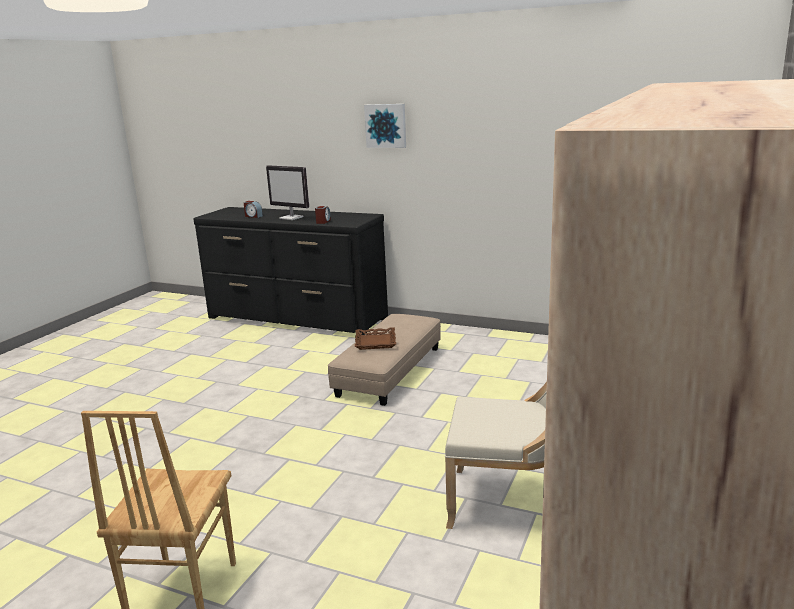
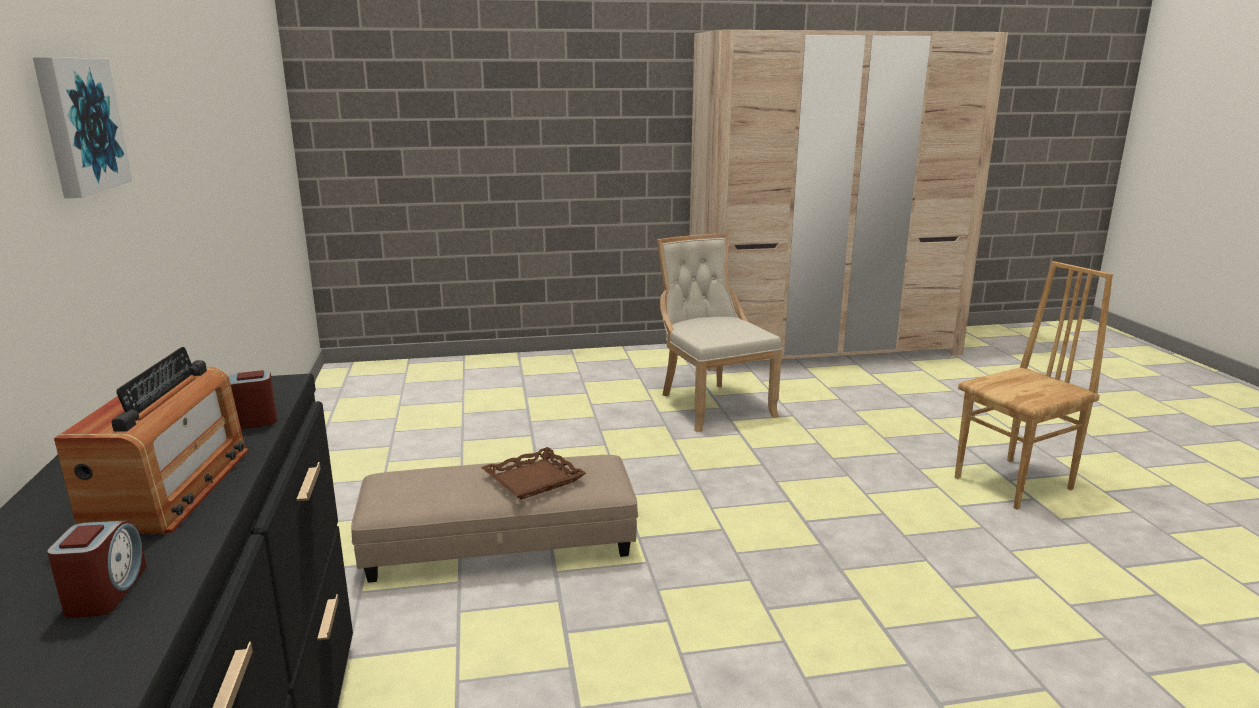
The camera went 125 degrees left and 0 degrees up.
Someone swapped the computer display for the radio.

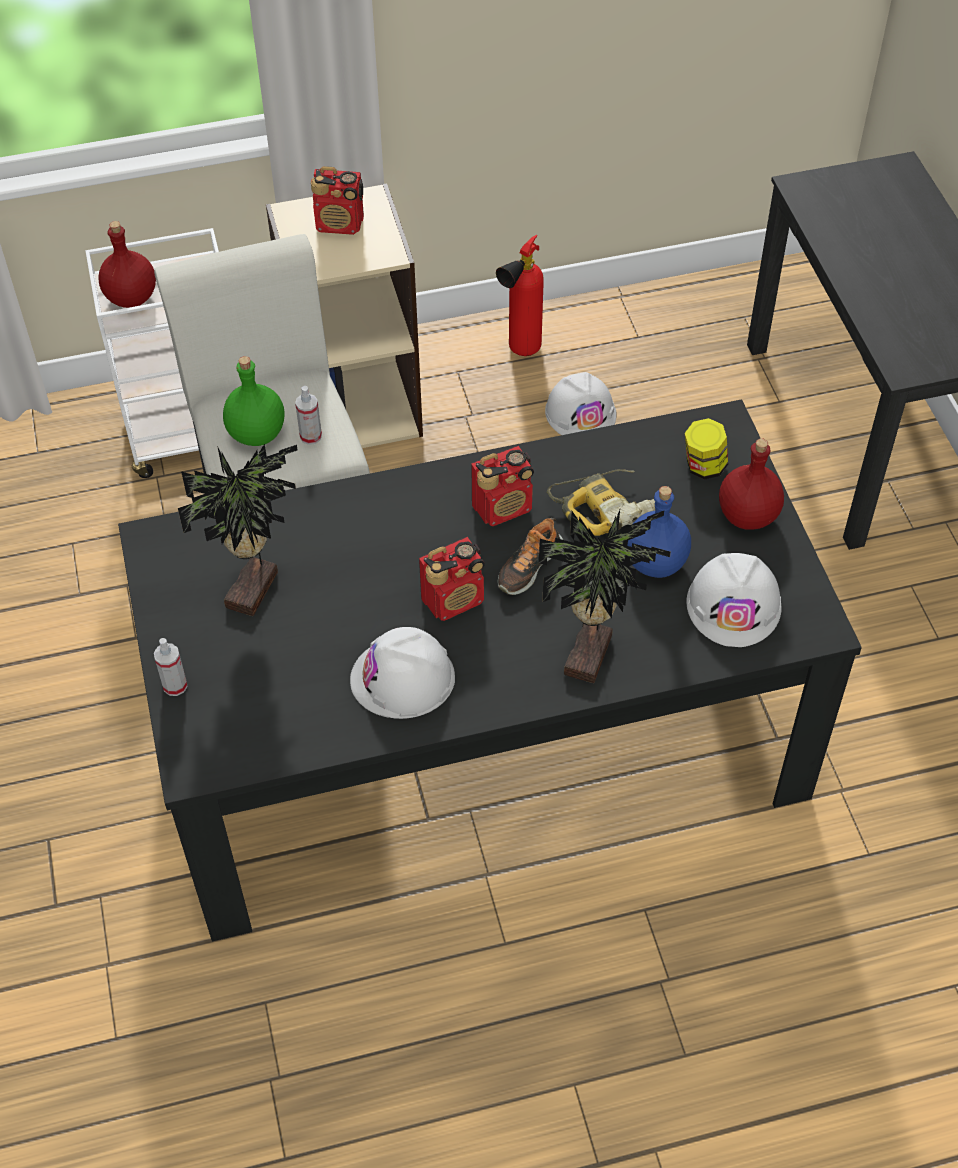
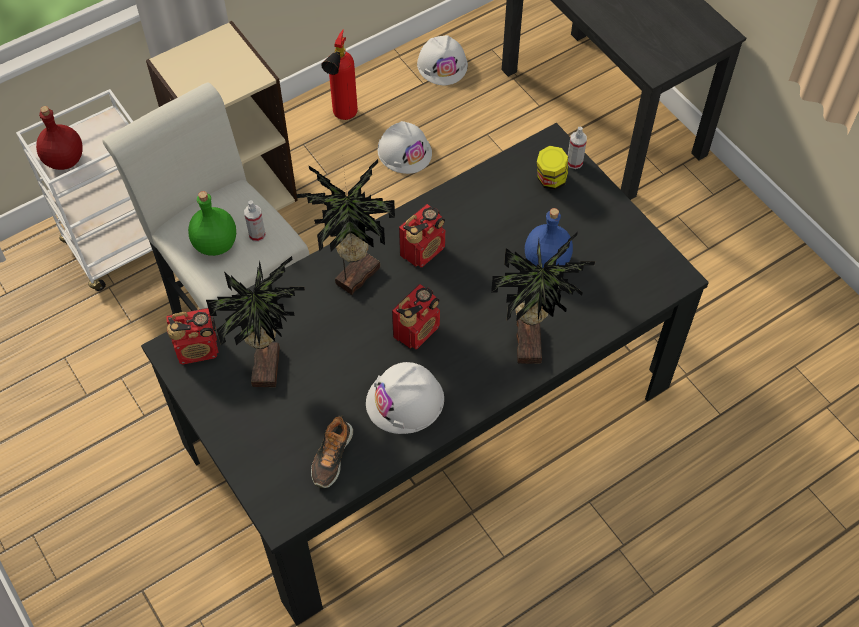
The camera went 20 degrees left and 5 degrees up.
Someone took away the drill.
Someone took away the drink bottle (reddish) (2nd from left).
Someone put down the plant in a pot (2nd from left).
Someone carried the sprayer (1st from left in the first image).
Someone carried the radio (1st from left).
Someone carried the low shoe.
Someone carried the work helmet (white-coloured) (3rd from left).

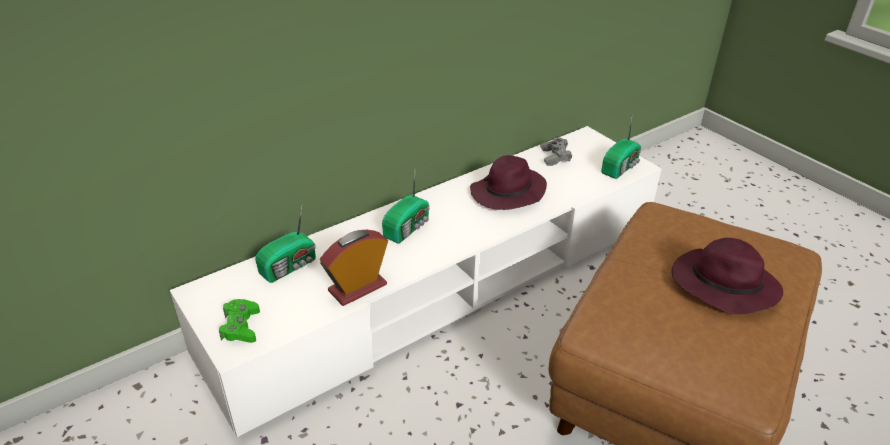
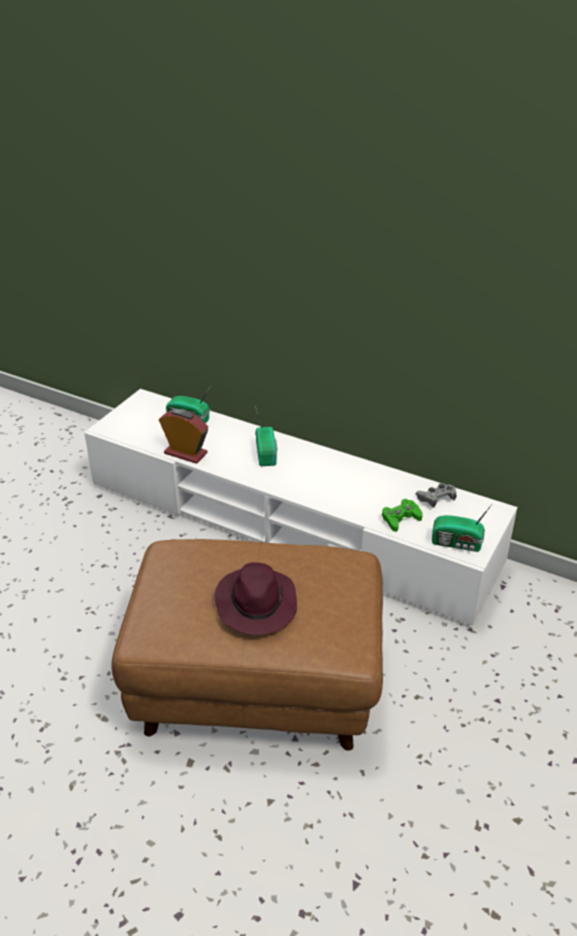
The camera went 65 degrees right and 0 degrees up.
Someone took away the wearable hat (purple-coloured) (1st from left).
Someone carried the gamepad (green-coloured).
Someone rotated the radio (2nd from left) by 105 degrees counterclockwise.

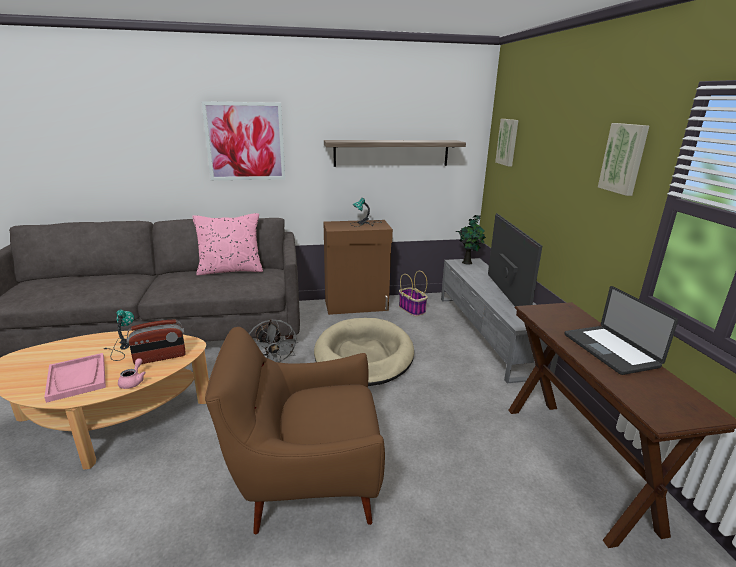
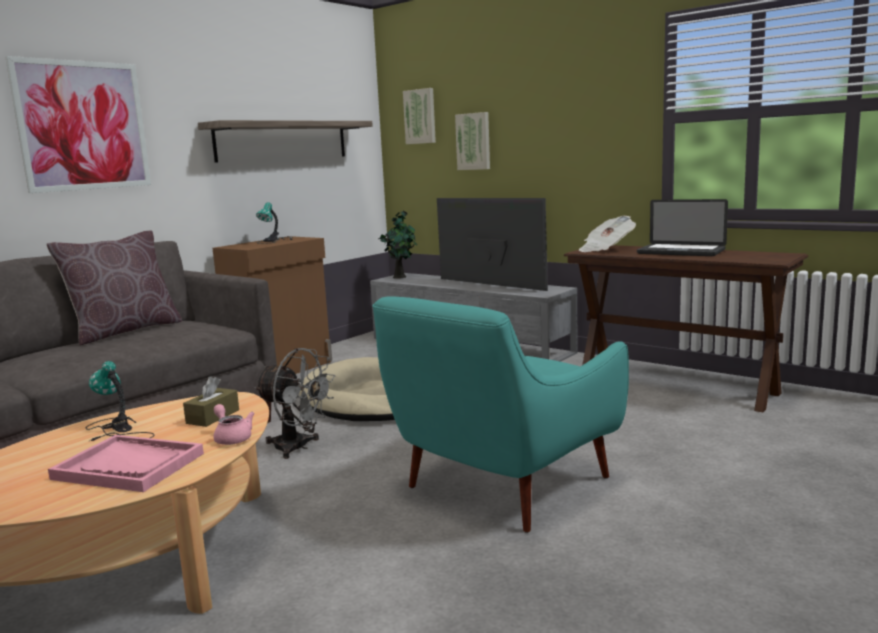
The camera went 40 degrees left and 10 degrees down.
Someone took away the storage basket.
Someone put down the printed paper.
Someone carried the wall art (3rd from left).
Someone swapped the radio for the tissue box (brown).
Someone repainted the cushion (pinkish), which became the cushion (brown).
Someone repainted the lounge chair (brown), which became the lounge chair (turquoise-coloured).

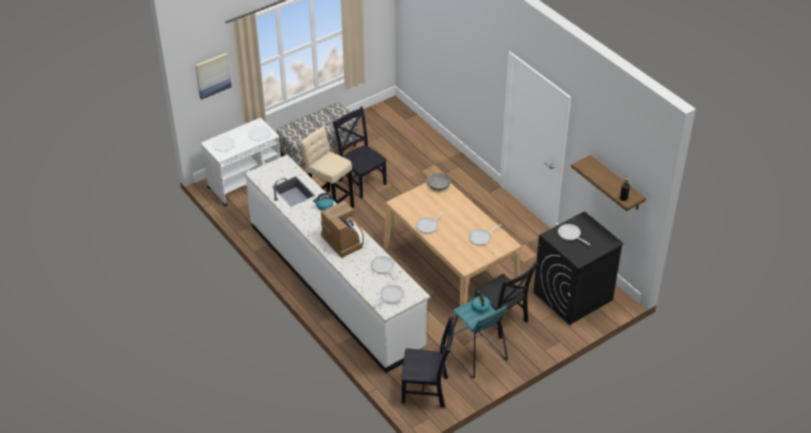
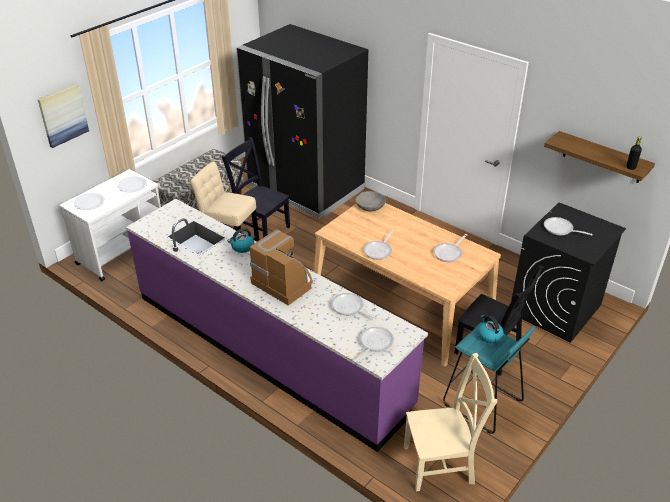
The camera went 15 degrees left and 5 degrees down.
Someone put down the kitchen fridge (black).
Someone repainted the kitchen base unit (white-coloured), which became the kitchen base unit (purple-coloured).
Someone repainted the plain chair (black) (2nd from left), which became the plain chair (beige).

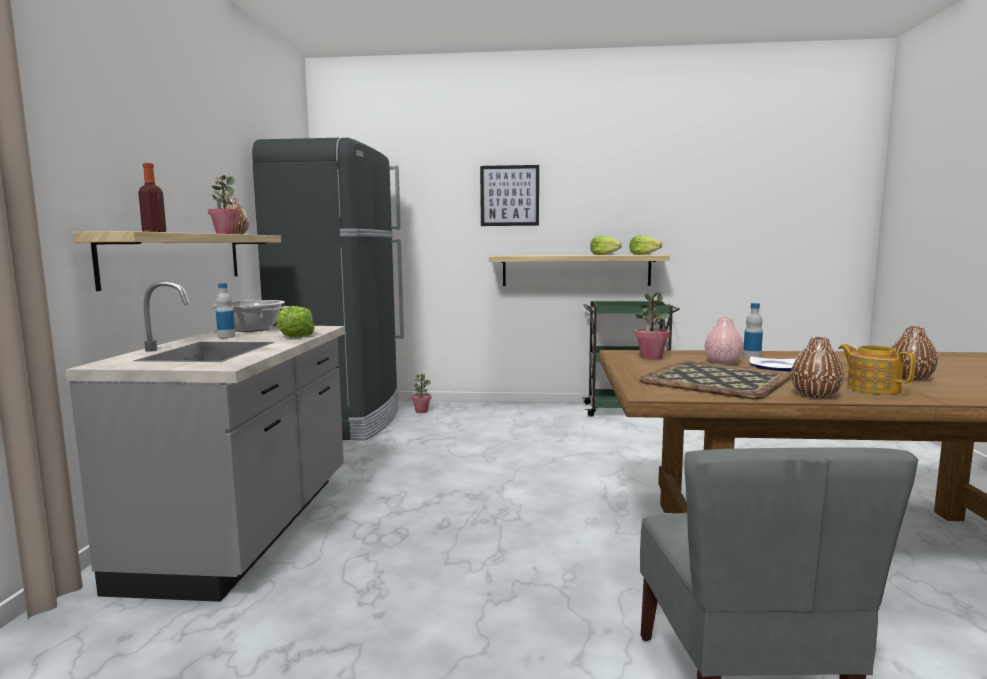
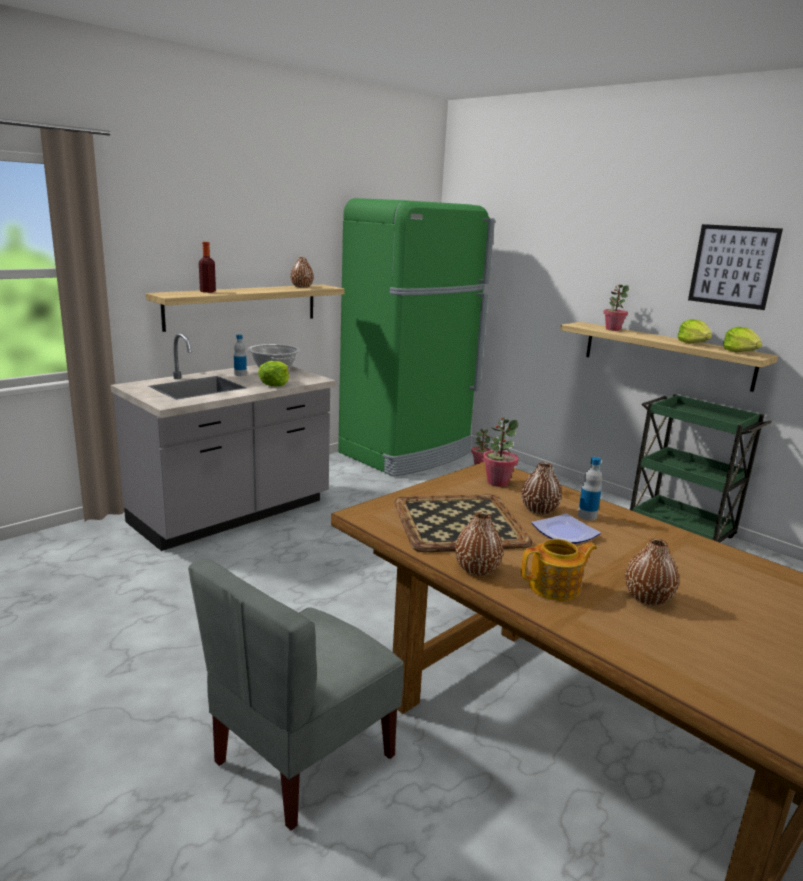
The camera went 40 degrees right and 10 degrees up.
Someone carried the plant in a pot (1st from left in the first image).
Someone carried the wall art.
Someone repainted the kitchen fridge (black), which became the kitchen fridge (green-coloured).
Someone repainted the decorative vase (pinkish), which became the decorative vase (brown) (3rd from left).
Someone rotated the teapot by 60 degrees clockwise.

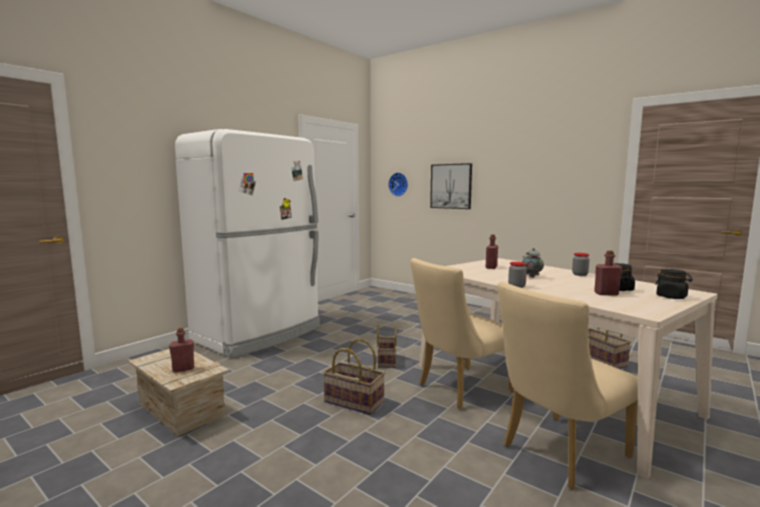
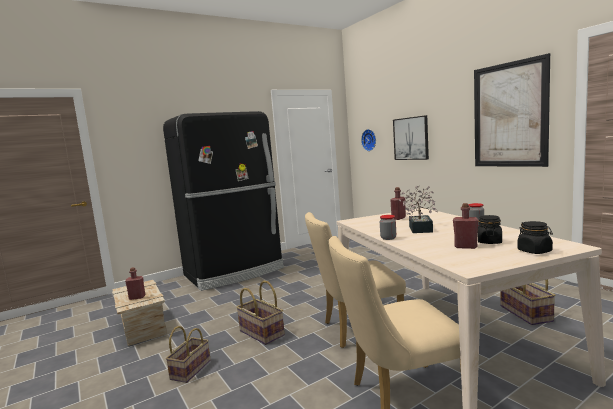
The camera went 20 degrees right and 0 degrees up.
Someone put up the wall art (2nd from left).
Someone carried the storage basket (2nd from left in the first image).
Someone swapped the teapot for the plant in a pot.
Someone repainted the kitchen fridge (white-coloured), which became the kitchen fridge (black).

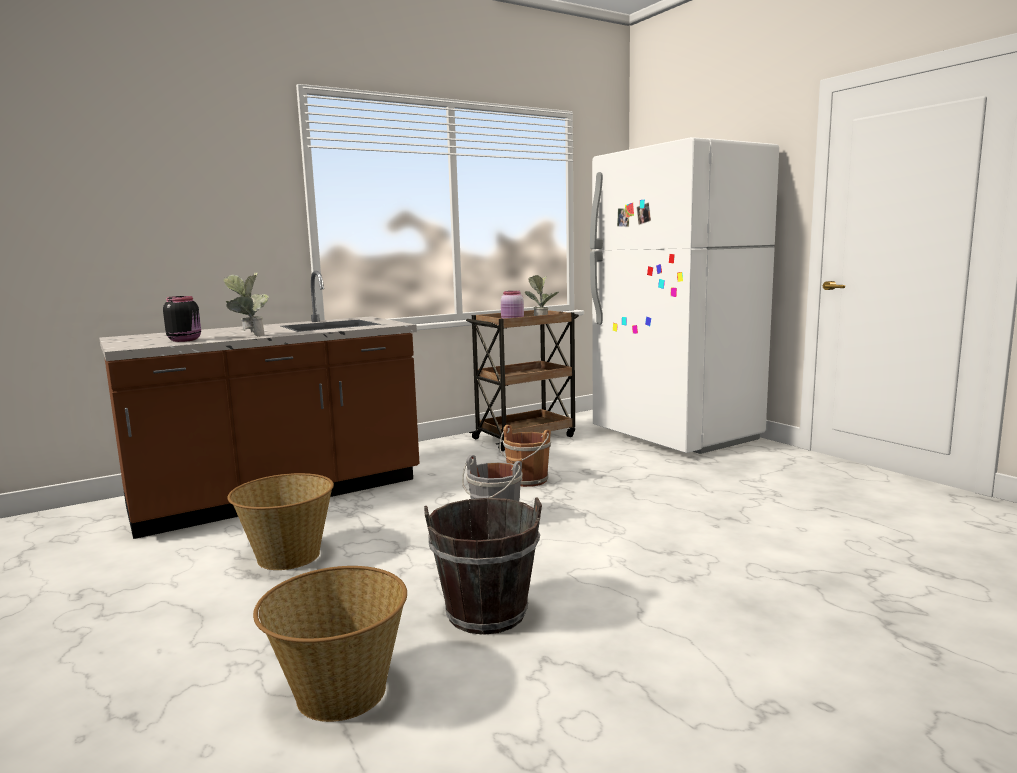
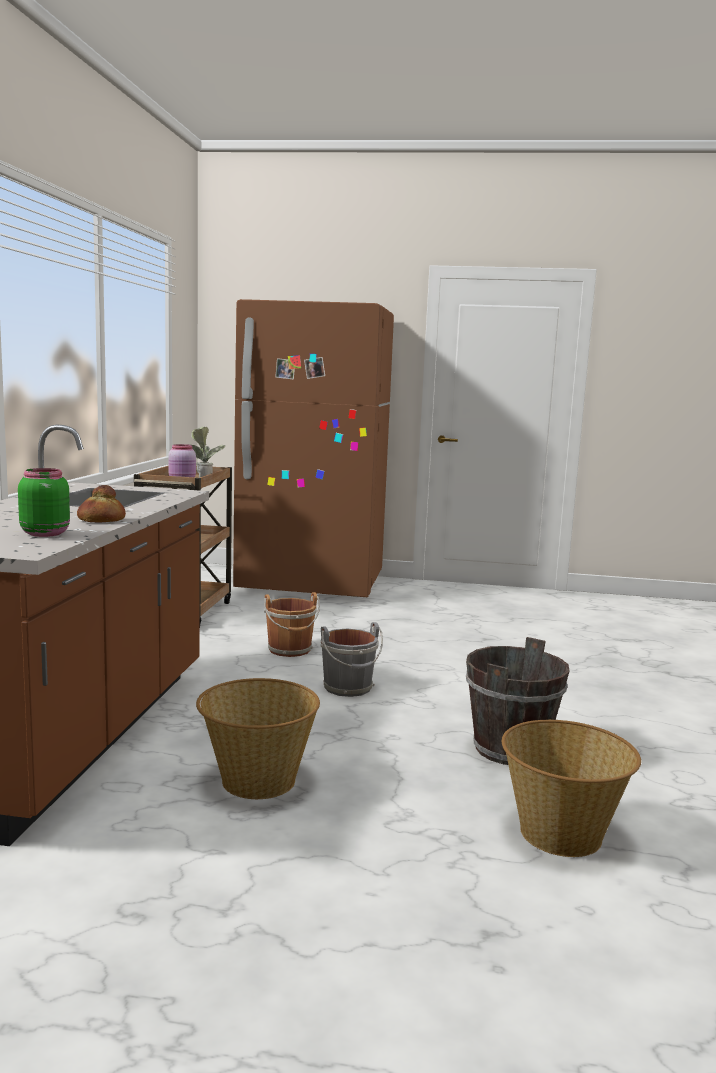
The camera went 50 degrees left and 0 degrees up.
Someone swapped the plant in a pot (1st from left) for the bakery bread.
Someone repainted the preserve jar (black), which became the preserve jar (green-coloured).
Someone repainted the kitchen fridge (white-coloured), which became the kitchen fridge (brown).

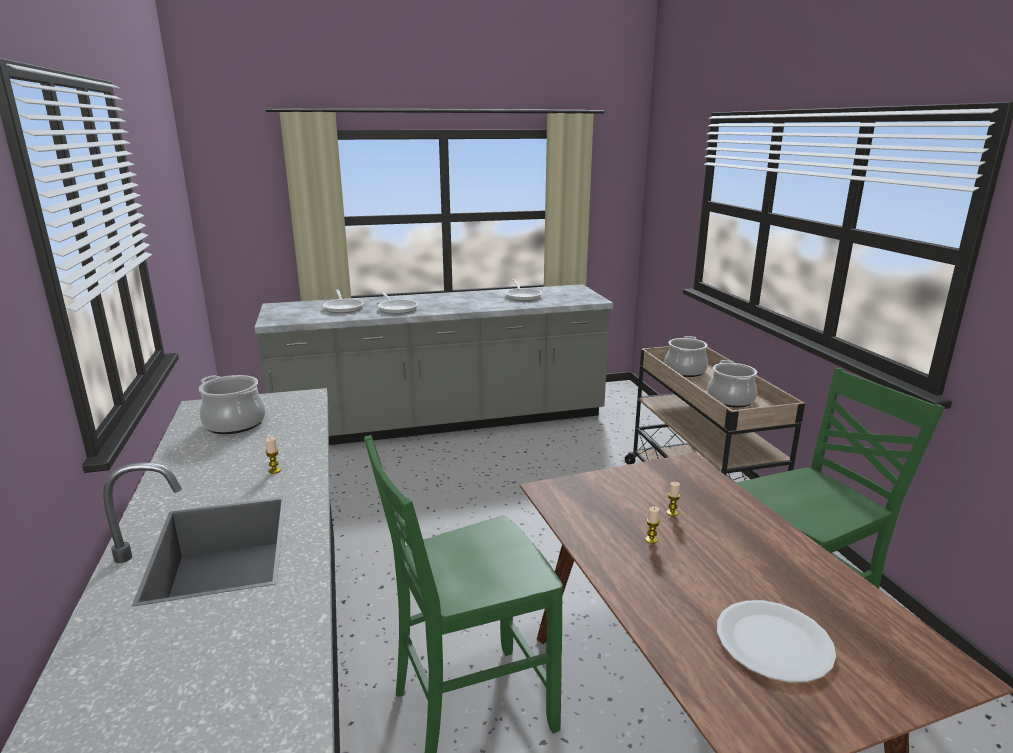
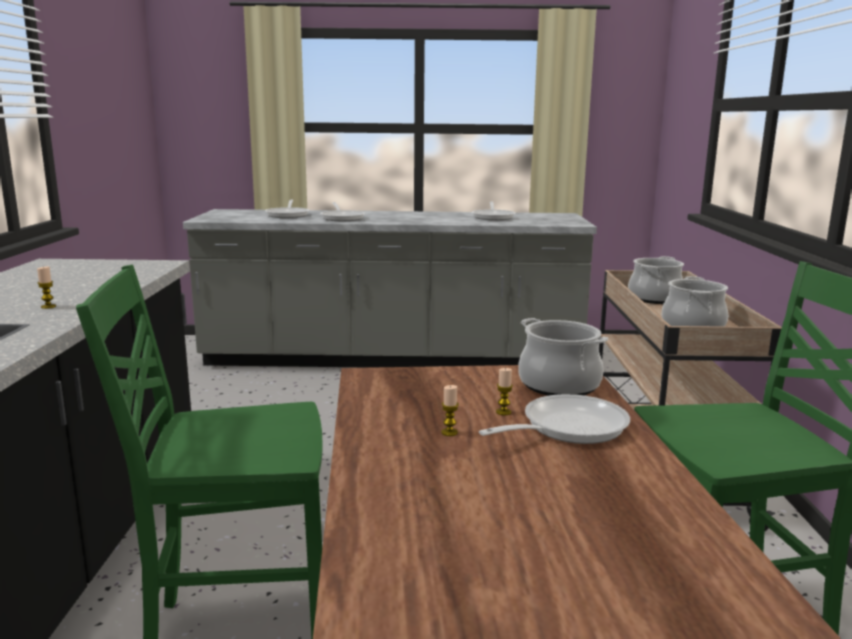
The camera went 15 degrees right and 5 degrees down.
Someone took away the flat dish (white-coloured).
Someone put down the frying pan (4th from left).
Someone carried the cooking pot (1st from left).

